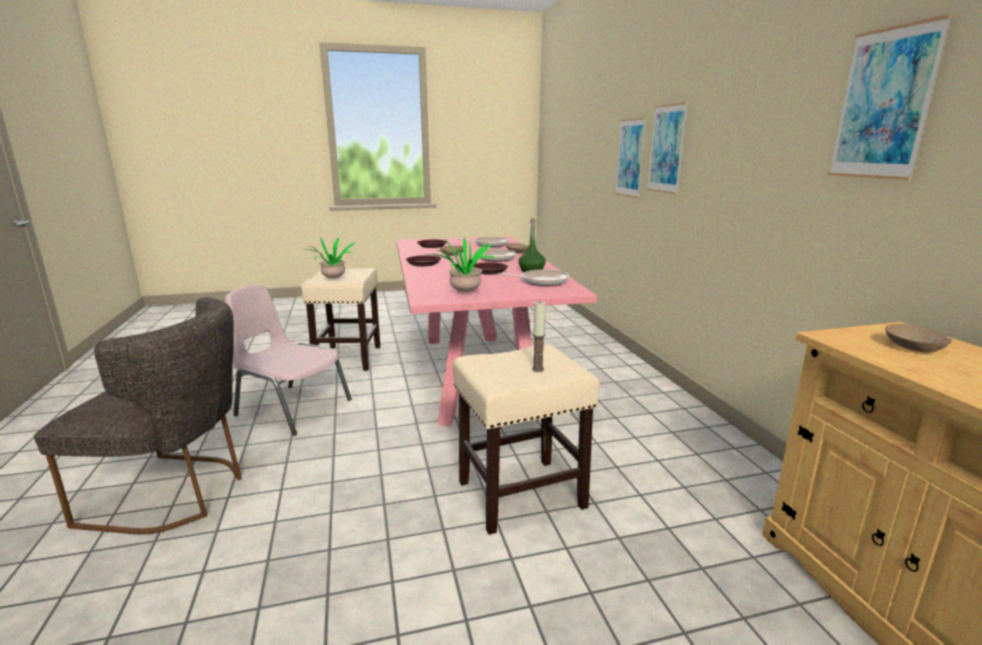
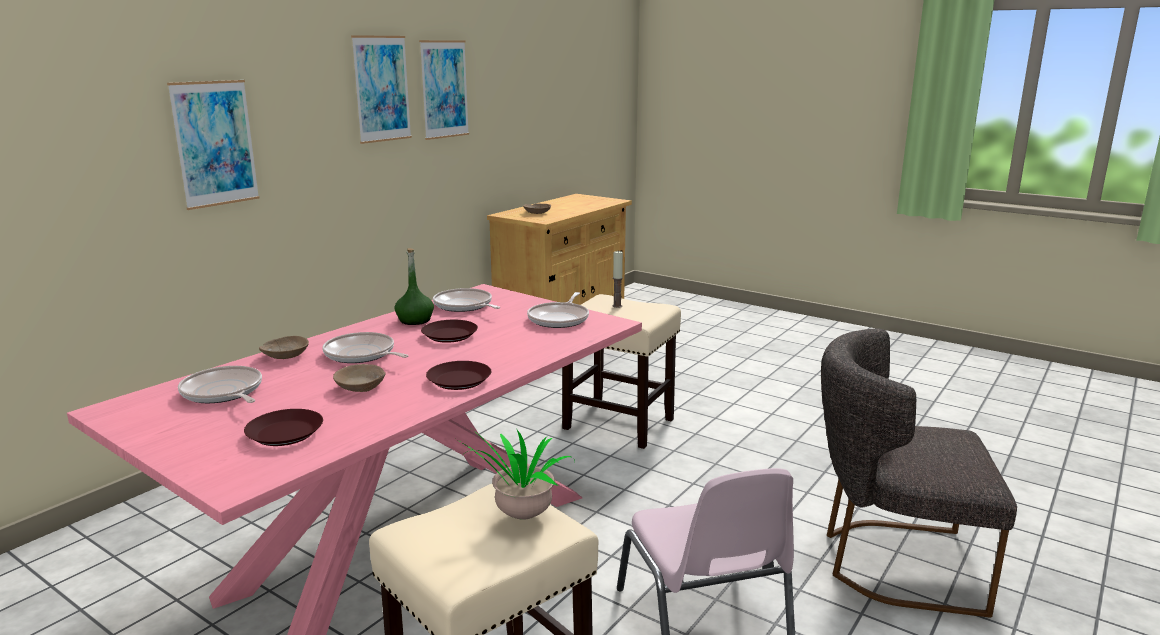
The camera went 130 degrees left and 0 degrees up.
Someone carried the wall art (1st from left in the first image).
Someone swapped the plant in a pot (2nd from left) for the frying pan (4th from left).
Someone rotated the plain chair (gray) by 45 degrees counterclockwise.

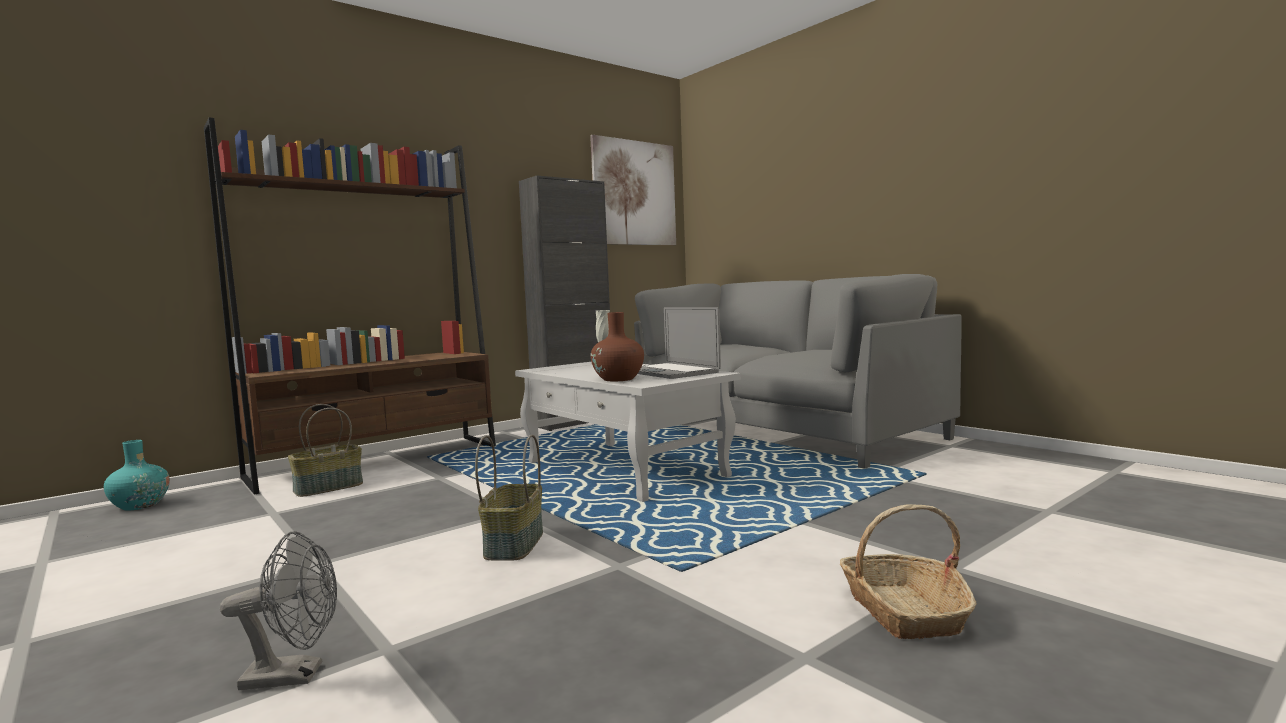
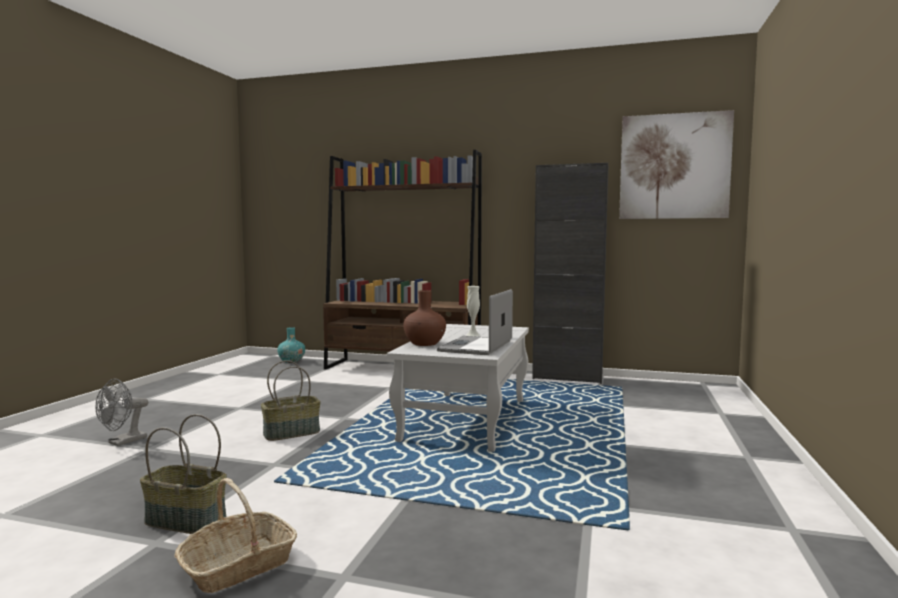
The camera went 55 degrees right and 0 degrees up.
Someone took away the settee (gray).
Someone carried the storage basket (1st from left).
Someone rotated the cooling fan (gray) by 75 degrees clockwise.

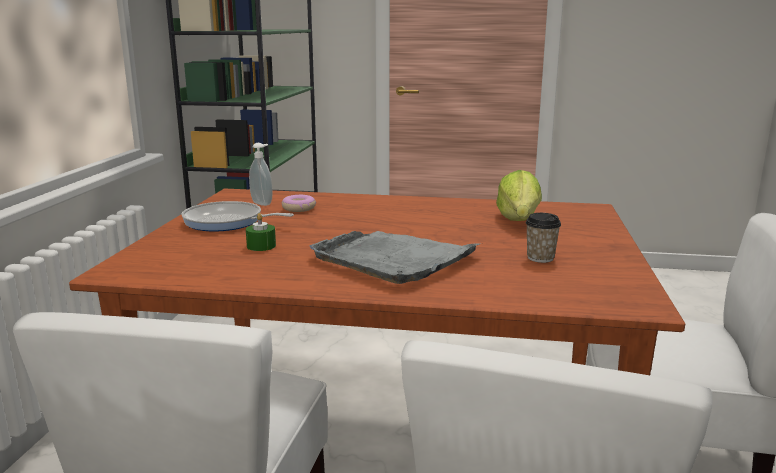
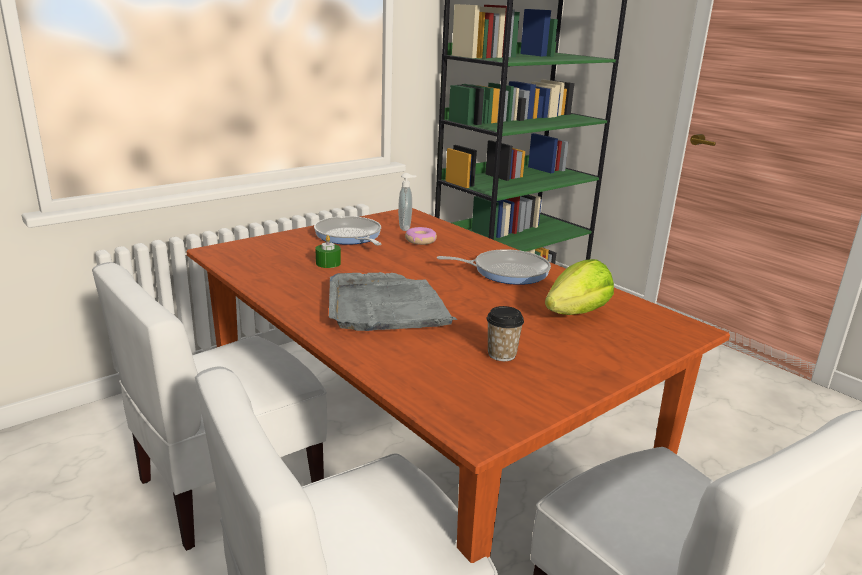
The camera went 40 degrees right and 5 degrees up.
Someone put down the frying pan (2nd from left).

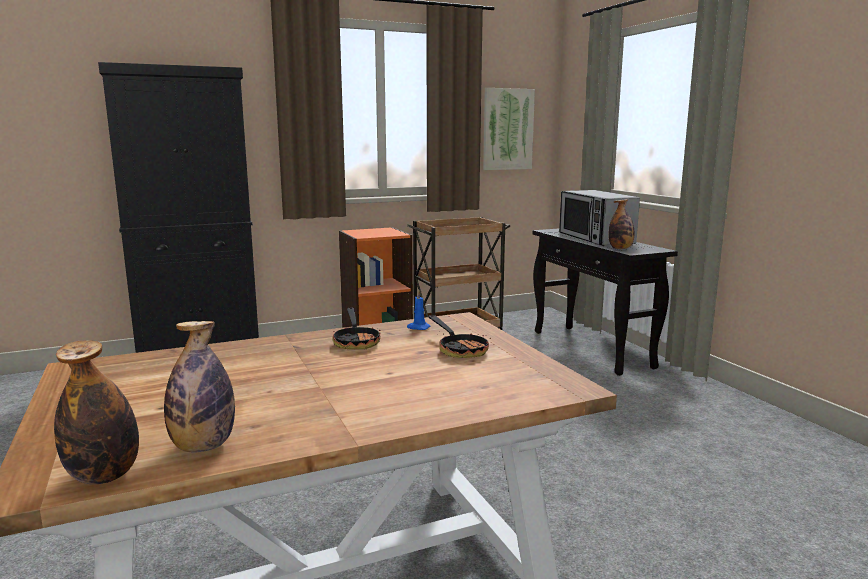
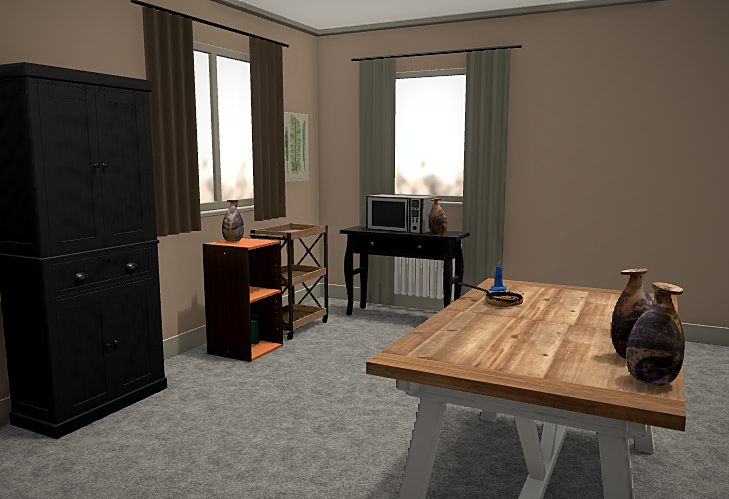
The camera went 40 degrees left and 5 degrees down.
Someone took away the frying pan (2nd from left).
Someone put down the drink bottle (1st from left).

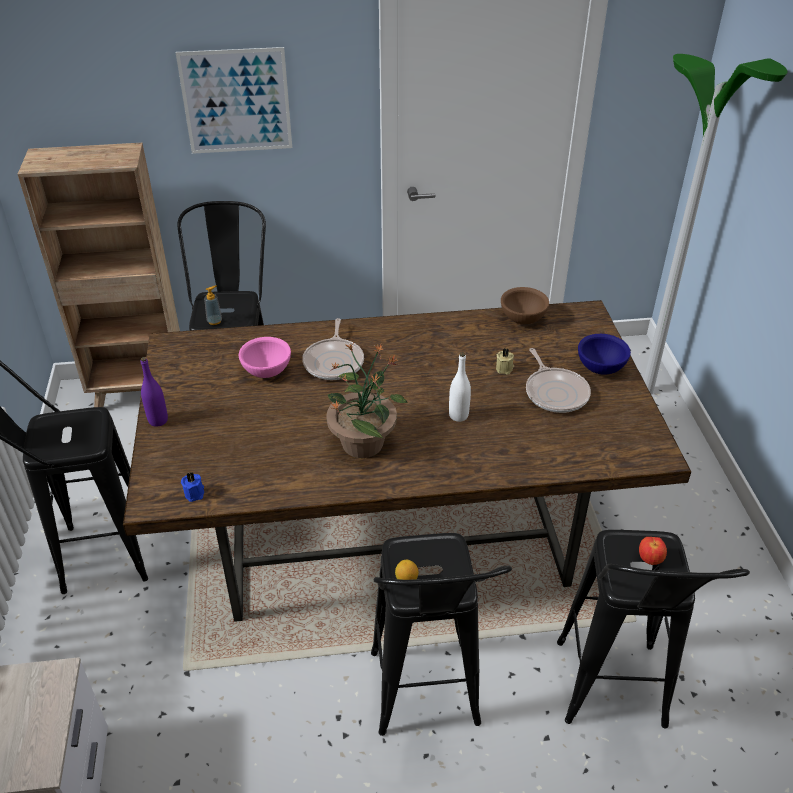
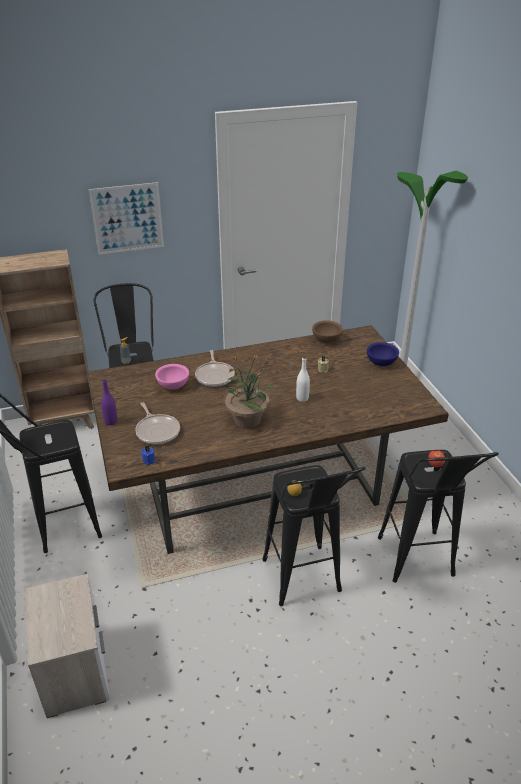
The camera went 10 degrees left and 5 degrees down.
Someone carried the frying pan (2nd from left in the first image).

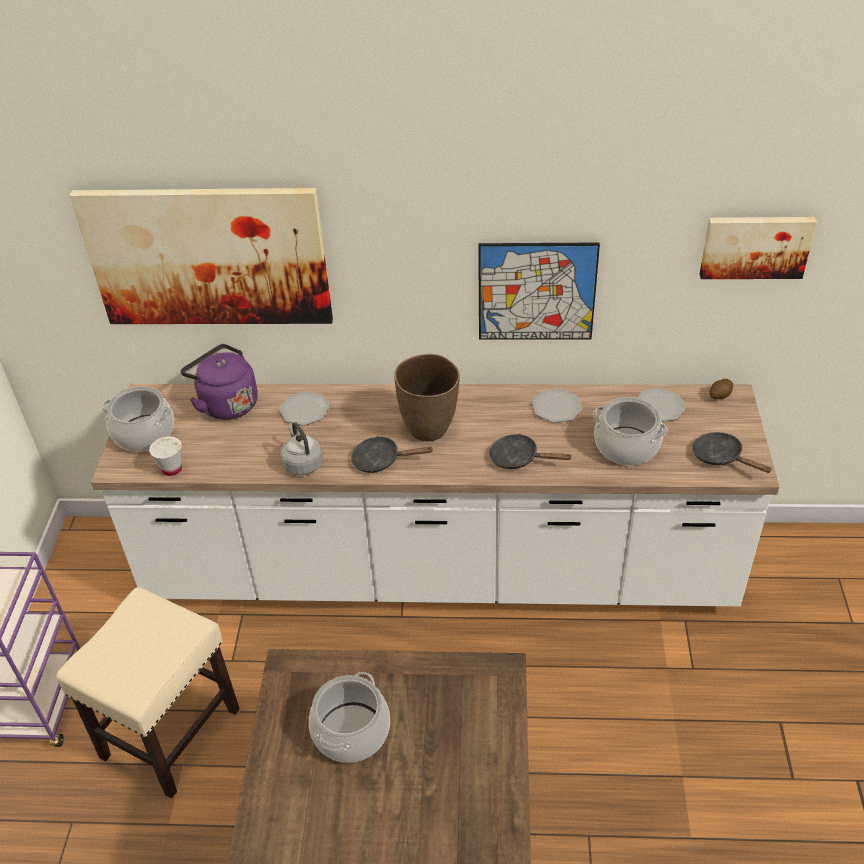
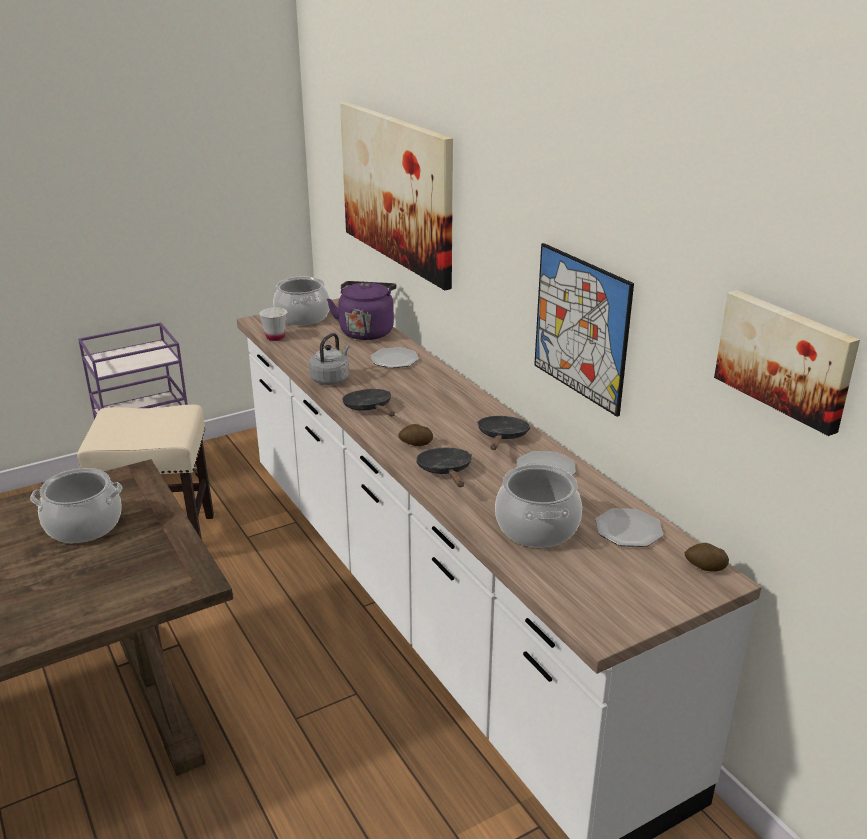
The camera went 55 degrees right and 15 degrees down.
Someone took away the decorative vase (brown).
Someone put down the whole potato (1st from left).
Someone carried the frying pan (black) (3rd from left).

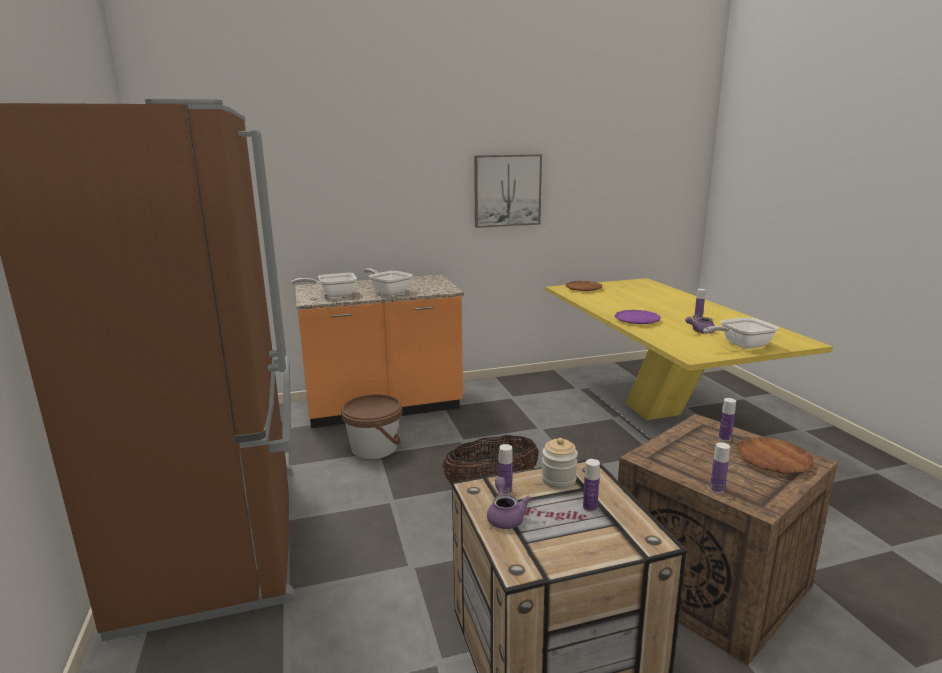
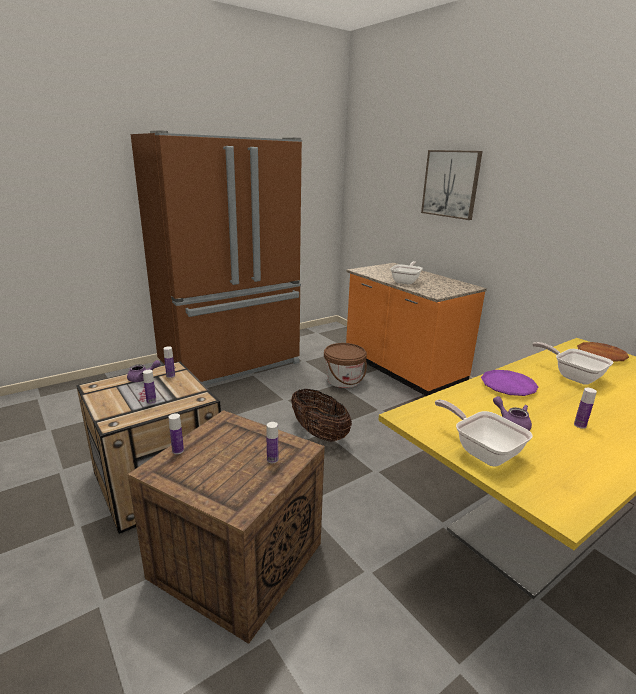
The camera went 70 degrees right and 5 degrees up.
Someone took away the preserve jar.
Someone took away the flat dish (brown) (2nd from left).
Someone carried the frying pan (1st from left in the first image).
Someone carried the wall art.

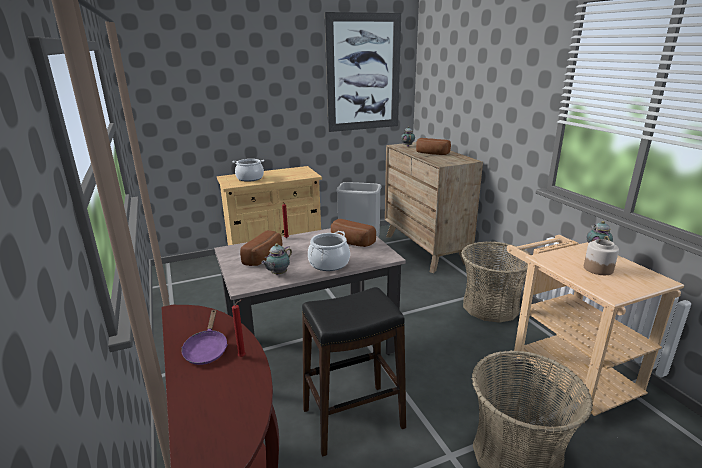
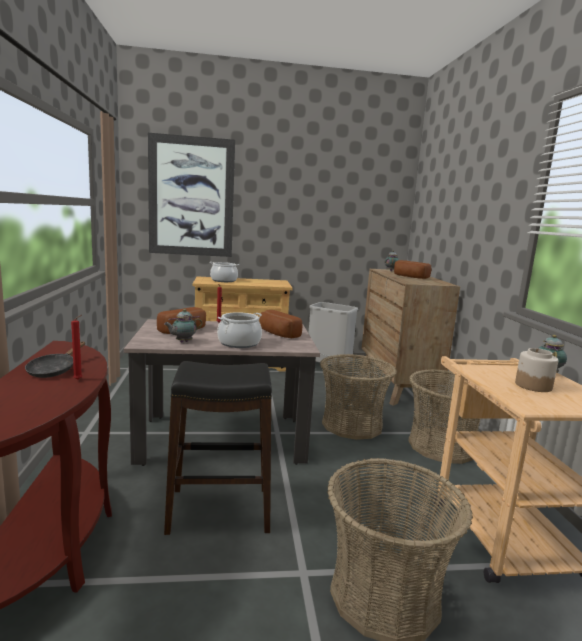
The camera went 15 degrees right and 10 degrees down.
Someone put down the storage basket (1st from left).
Someone carried the wall art.
Someone repainted the frying pan (purple-coloured), which became the frying pan (black).

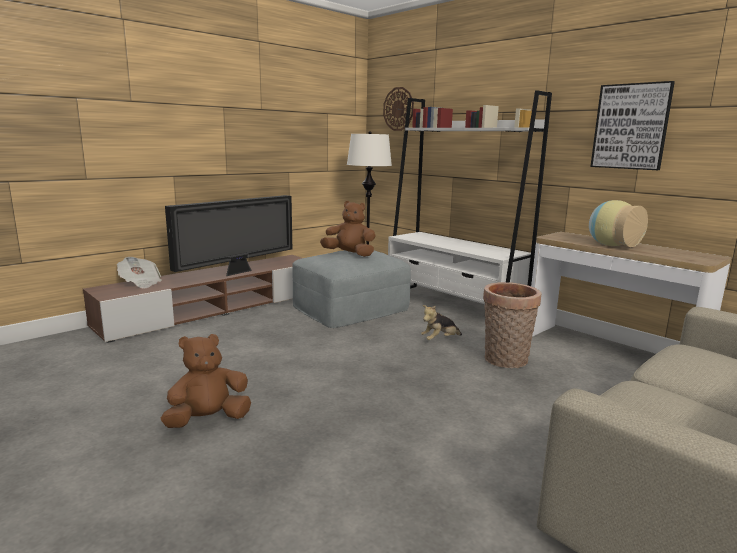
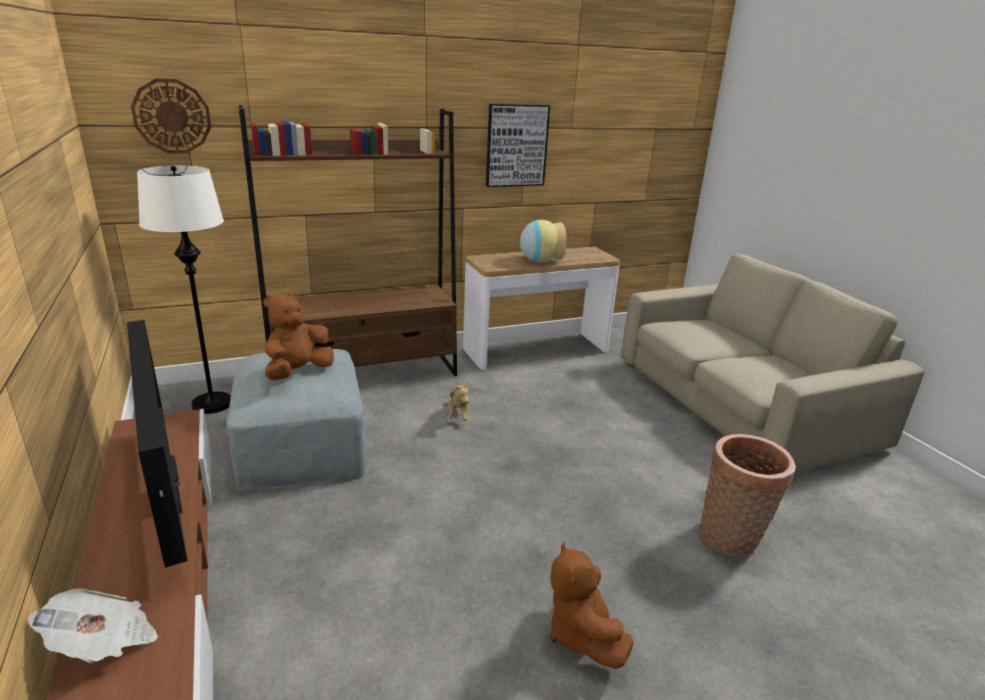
The camera went 70 degrees left and 10 degrees up.
Someone carried the storage basket.
Someone repainted the bookshelf (white-coloured), which became the bookshelf (brown).

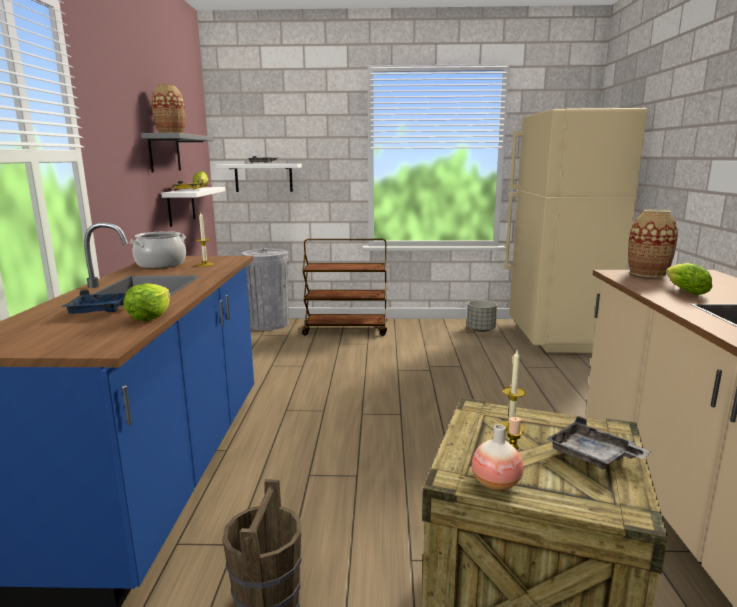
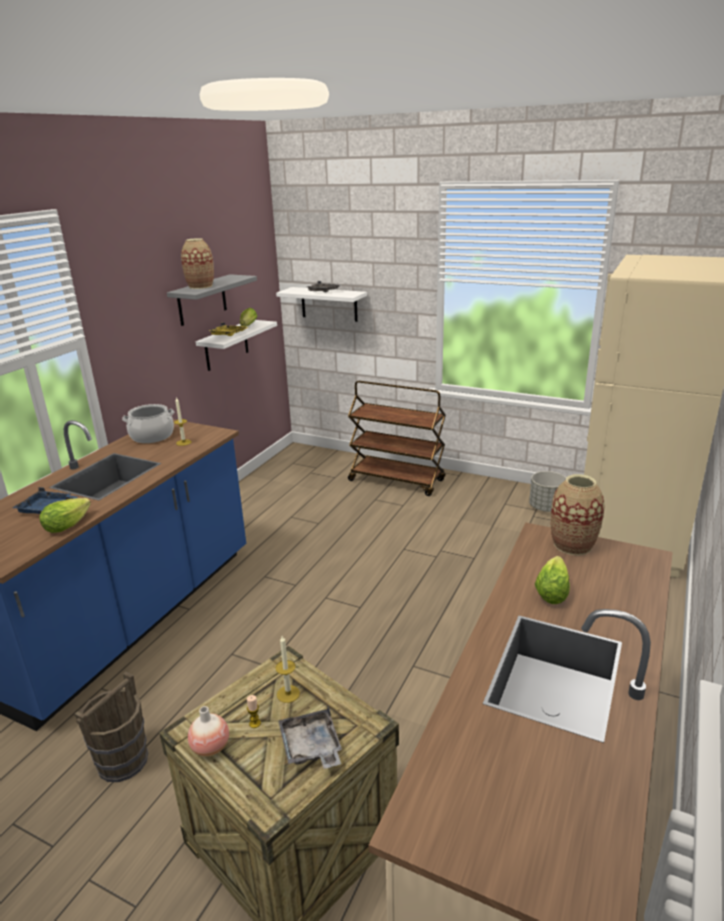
The camera went 25 degrees right and 10 degrees up.
Someone took away the trash can (gray).

